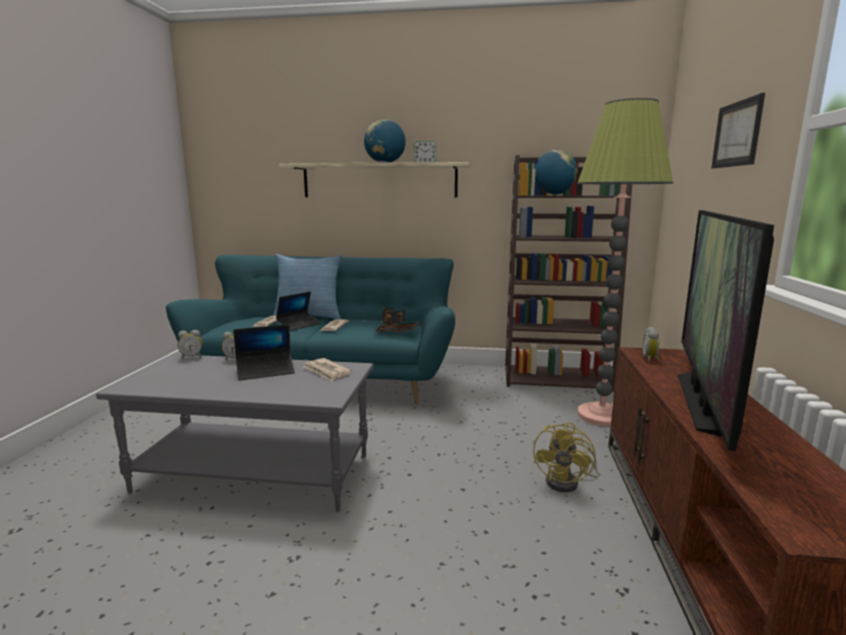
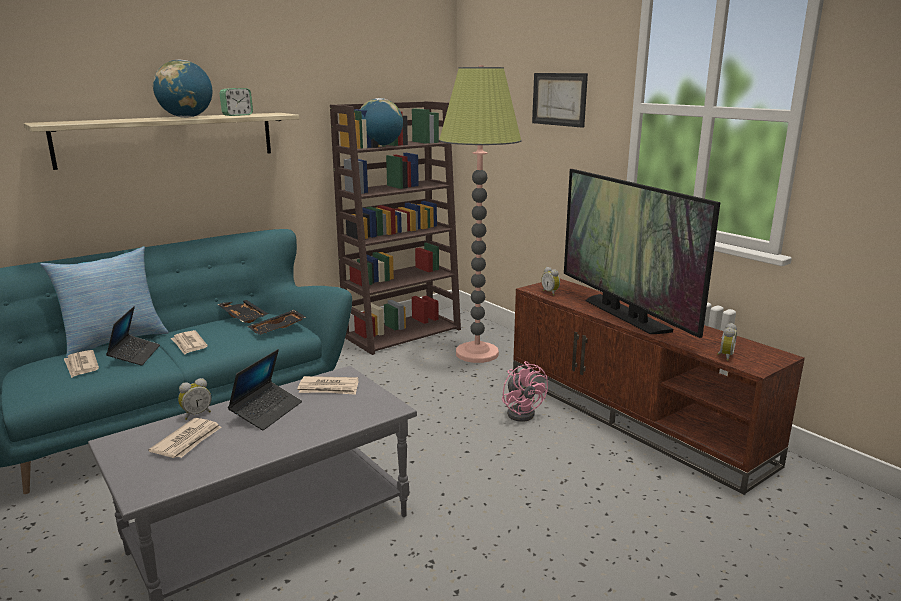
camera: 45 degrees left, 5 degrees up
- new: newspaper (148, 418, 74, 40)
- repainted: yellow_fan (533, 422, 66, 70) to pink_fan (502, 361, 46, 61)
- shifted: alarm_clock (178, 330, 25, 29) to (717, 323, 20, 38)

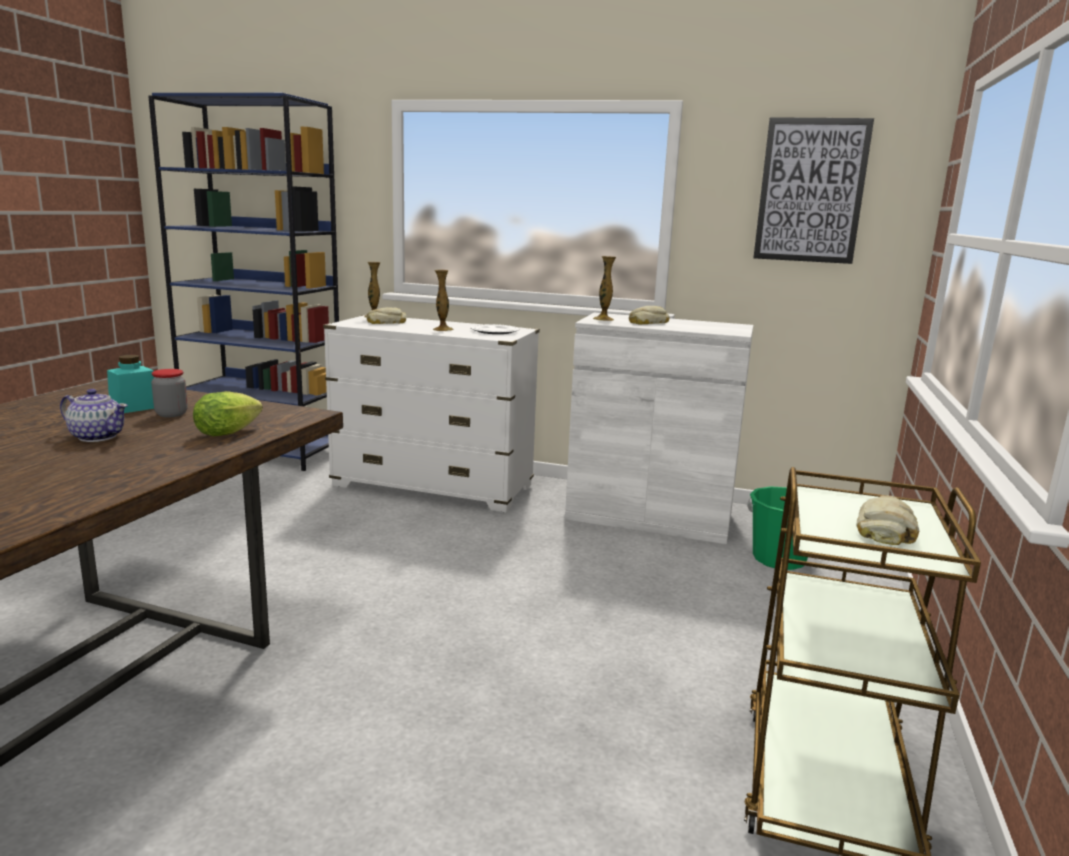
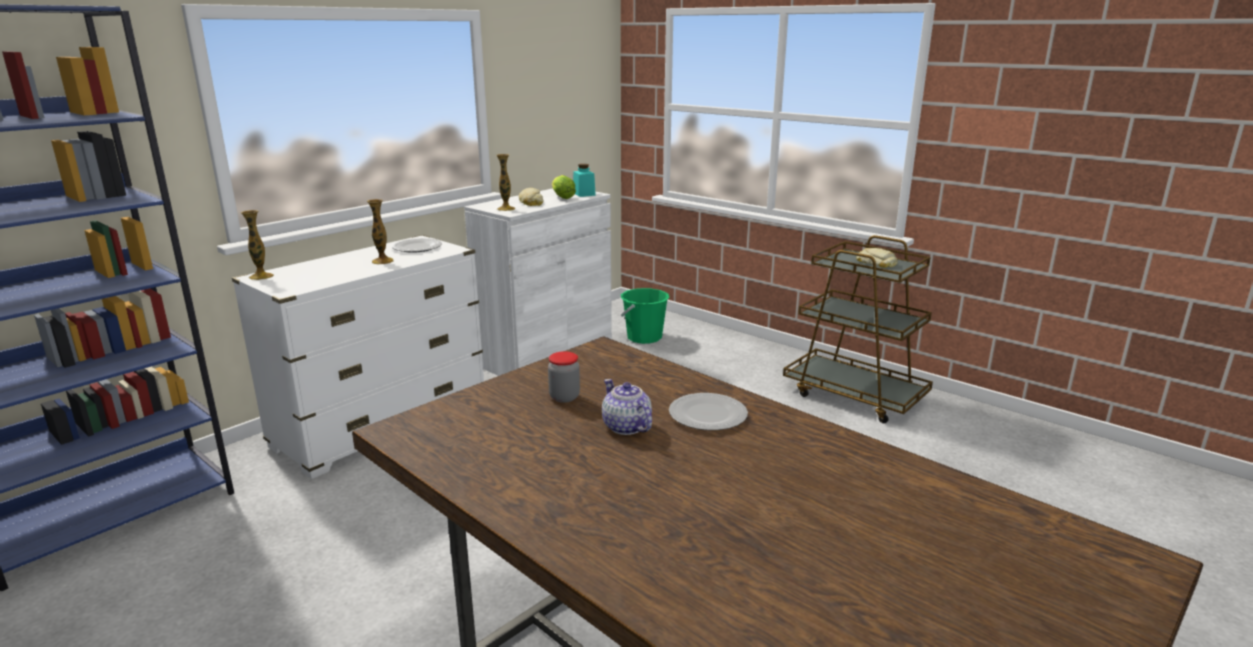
camera: 65 degrees left, 5 degrees up
- shifted: lettuce (193, 391, 70, 45) to (552, 175, 24, 24)
- shifted: turquoise_jar (107, 355, 47, 58) to (573, 164, 23, 33)
- rotated: teapot (60, 389, 68, 53) = (602, 379, 50, 56) 75 degrees counterclockwise
- new: plate (669, 393, 79, 37)
- gone: bread (366, 307, 40, 17)
- gone: picture (754, 117, 120, 147)

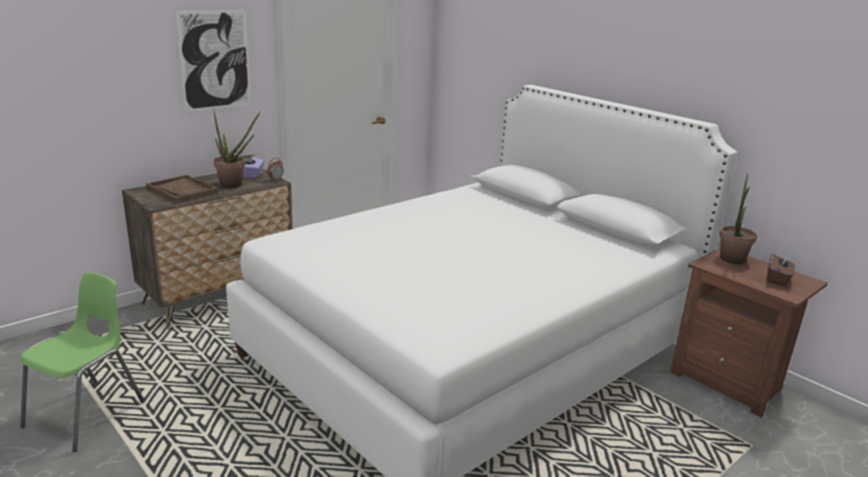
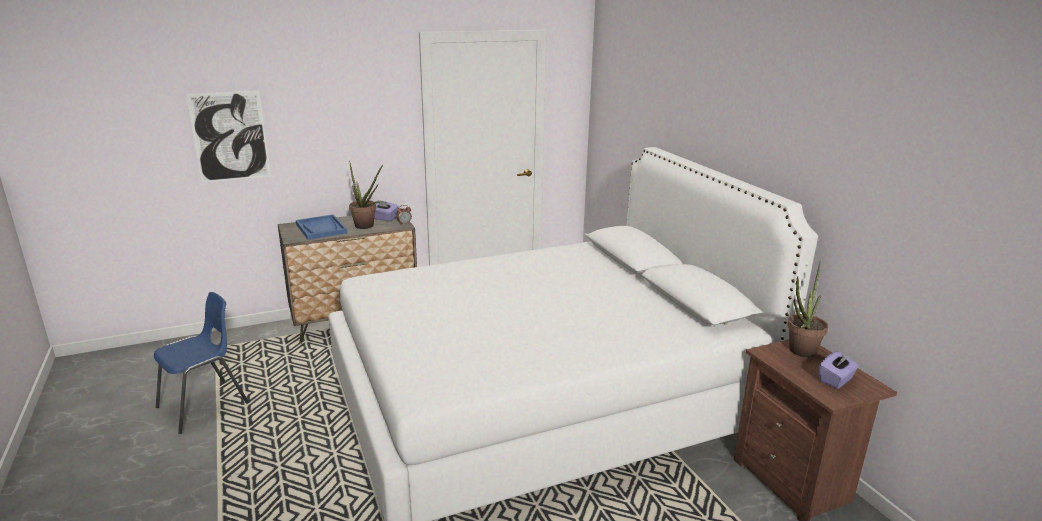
camera: 20 degrees right, 0 degrees up
- repainted: green_chair (20, 272, 125, 180) to blue_chair (154, 292, 95, 142)
- shifted: picture (175, 10, 76, 102) to (186, 90, 85, 93)
- repainted: brown_tray (146, 175, 72, 29) to blue_tray (296, 214, 51, 26)
- repainted: brown_tissue_box (767, 253, 28, 33) to purple_tissue_box (819, 352, 40, 37)

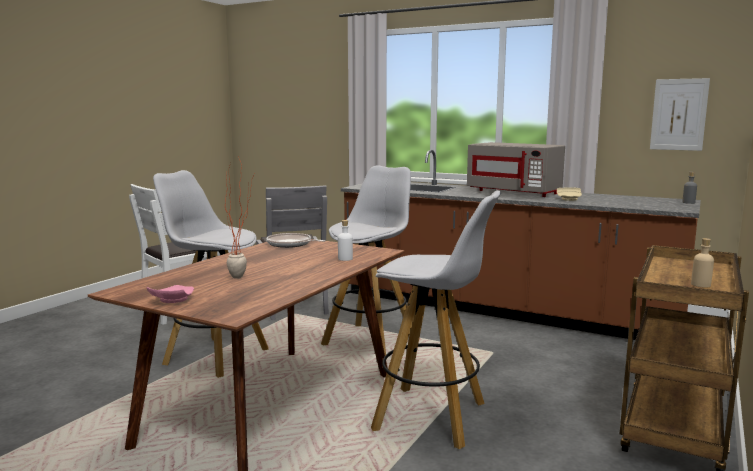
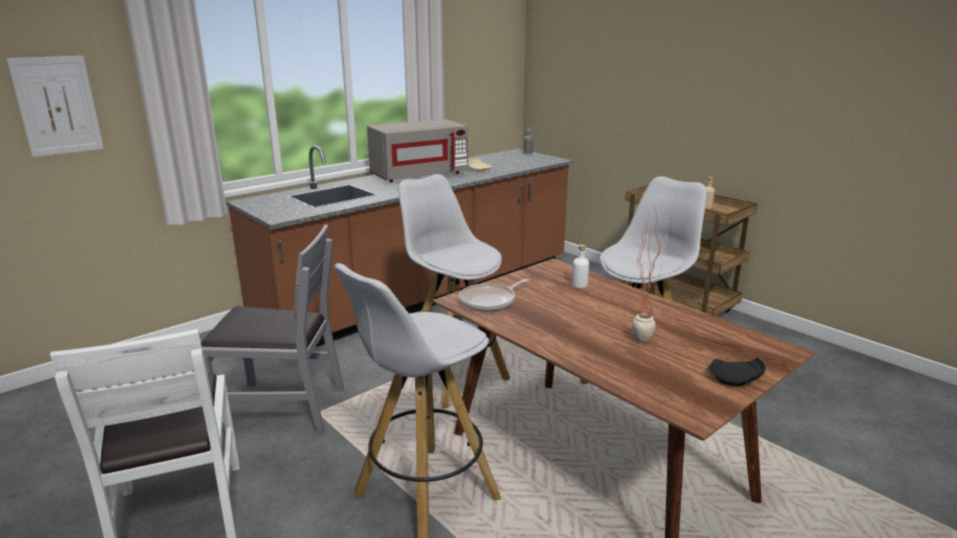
camera: 70 degrees left, 10 degrees up
- shifted: picture (650, 78, 60, 73) to (6, 56, 98, 101)
- repainted: pink_plate (147, 285, 47, 18) to black_plate (708, 358, 58, 28)

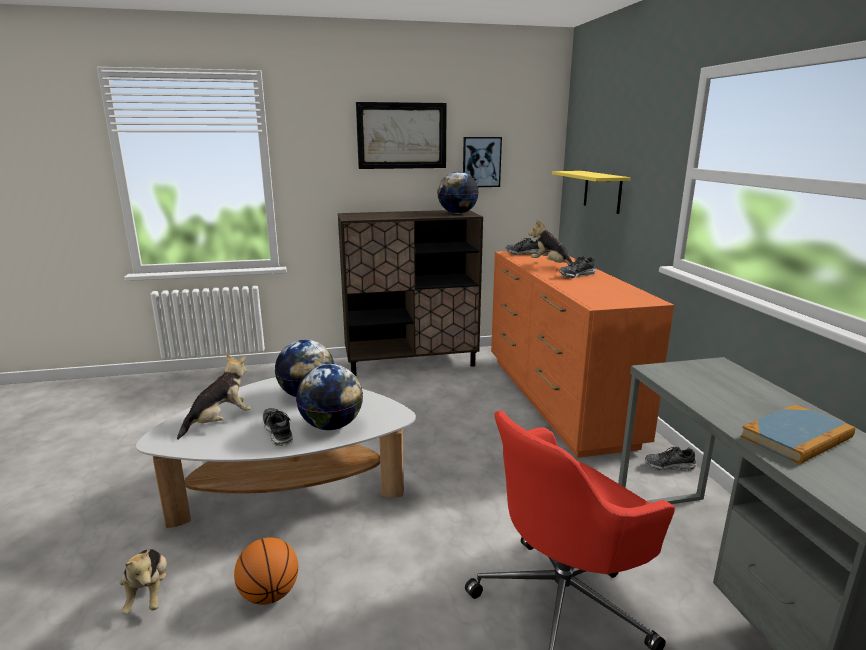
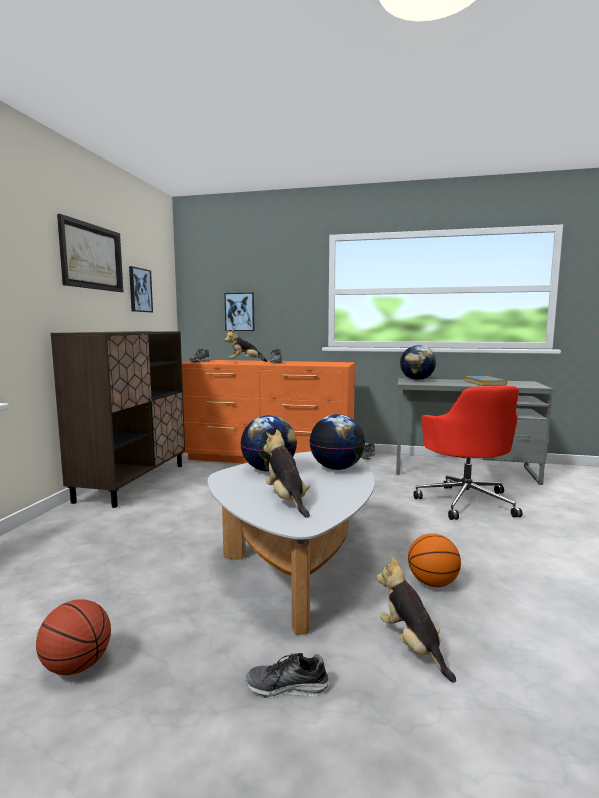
camera: 65 degrees left, 10 degrees down
- new: basketball (36, 599, 75, 76)
- swapped: yellow_shelf (552, 171, 78, 43) to picture (224, 293, 31, 38)
- shifted: shoe (263, 408, 30, 38) to (245, 653, 84, 45)
- rotated: plush_toy (120, 547, 47, 68) = (376, 556, 80, 127) 120 degrees counterclockwise
- shifted: globe (437, 172, 42, 42) to (400, 345, 36, 35)

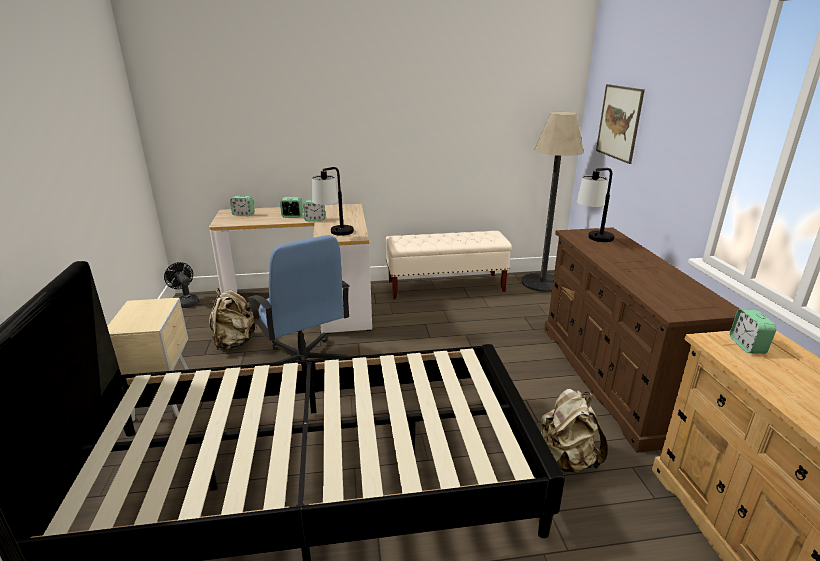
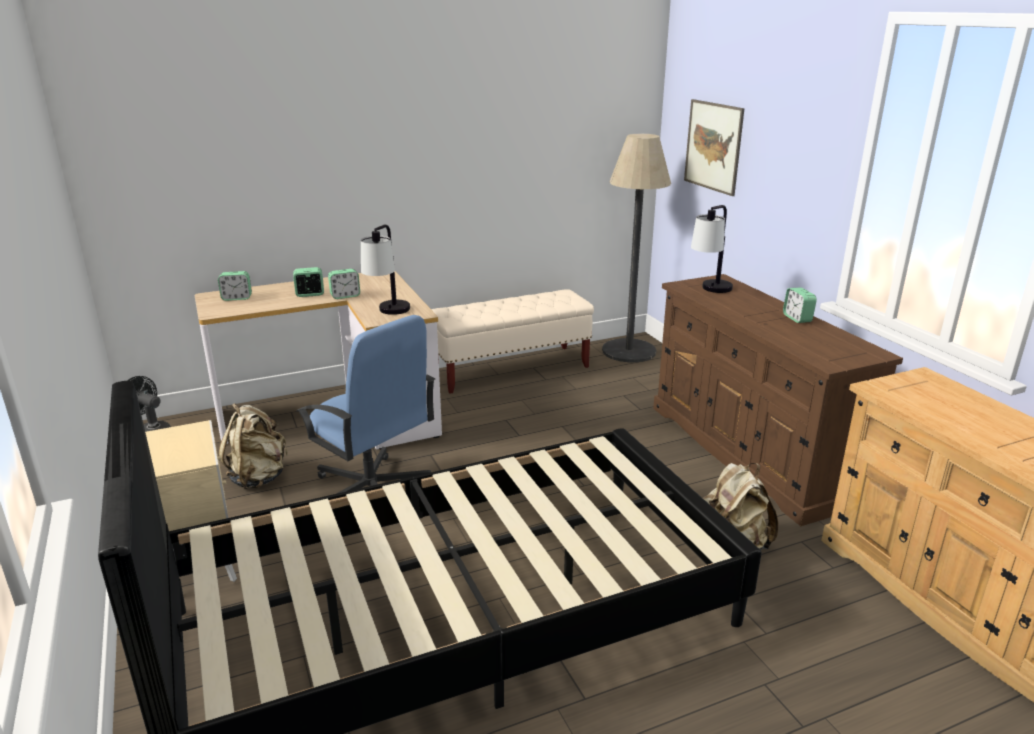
camera: 15 degrees left, 0 degrees up
- shifted: alarm_clock (730, 309, 46, 45) to (783, 288, 34, 35)

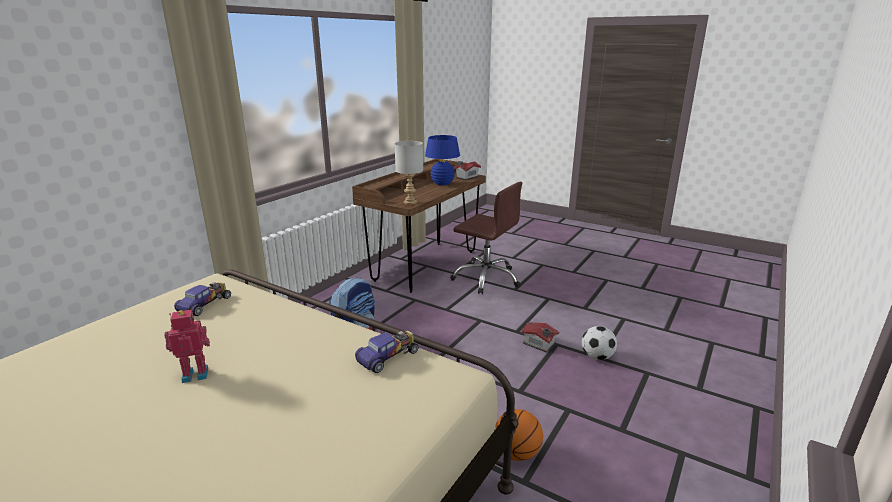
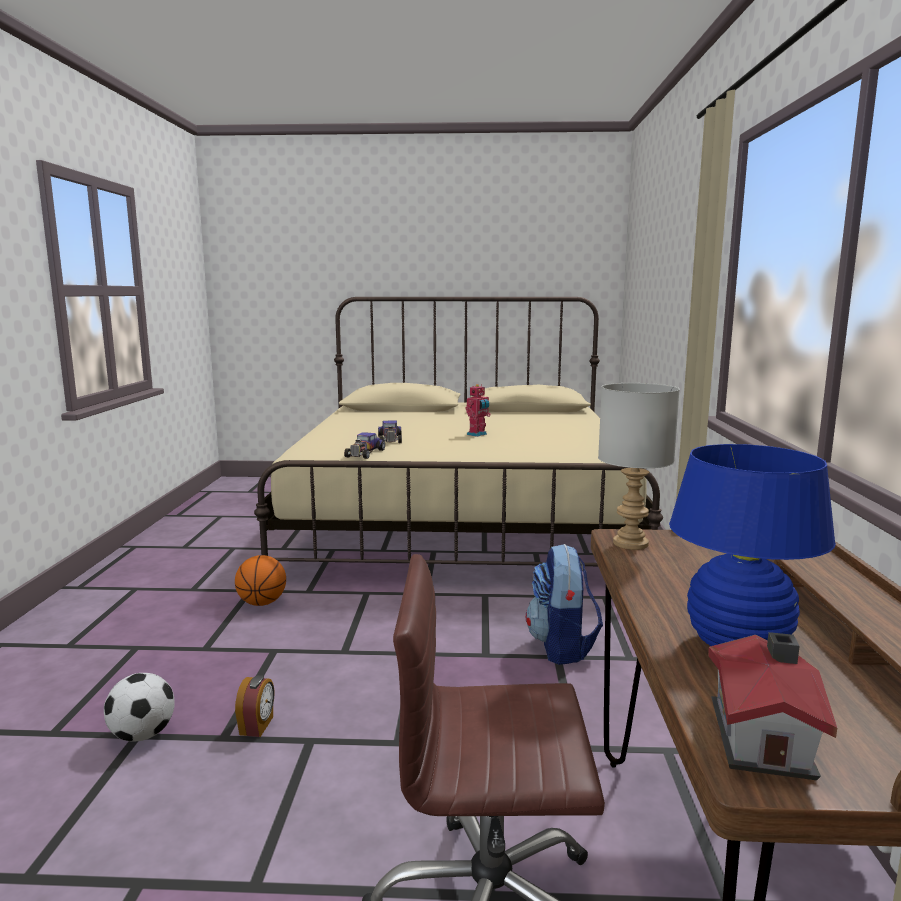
camera: 150 degrees right, 10 degrees down
- swapped: toy_house (521, 322, 38, 31) to alarm_clock (235, 675, 39, 62)
- shifted: toy_car (174, 282, 57, 34) to (378, 420, 24, 23)

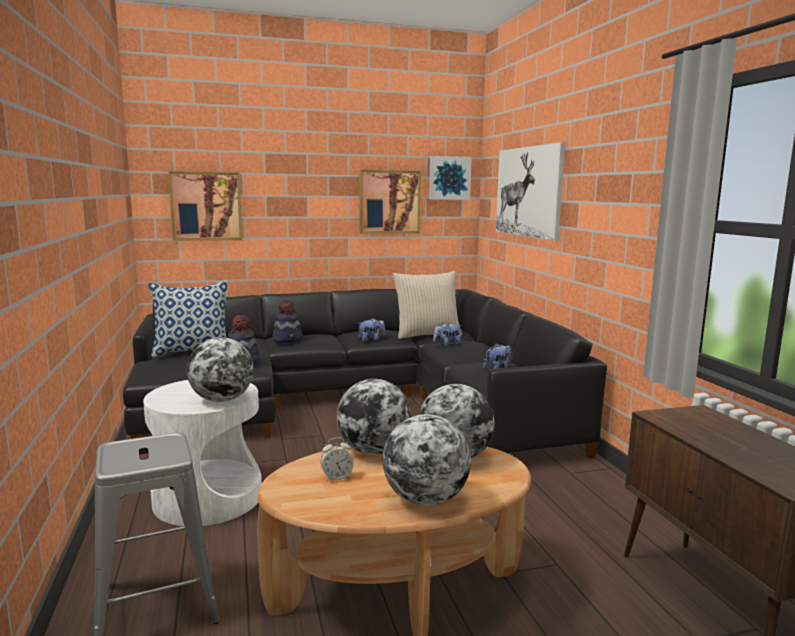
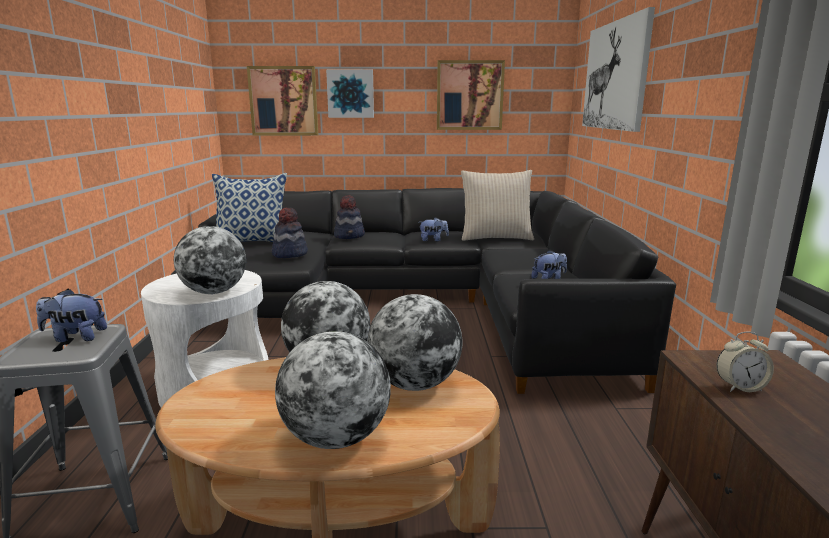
camera: 15 degrees right, 5 degrees up
- shifted: plush_toy (433, 322, 28, 24) to (36, 289, 71, 53)
- shifted: picture (429, 156, 43, 44) to (326, 70, 48, 48)
- shifted: alarm_clock (321, 437, 32, 44) to (717, 332, 57, 60)

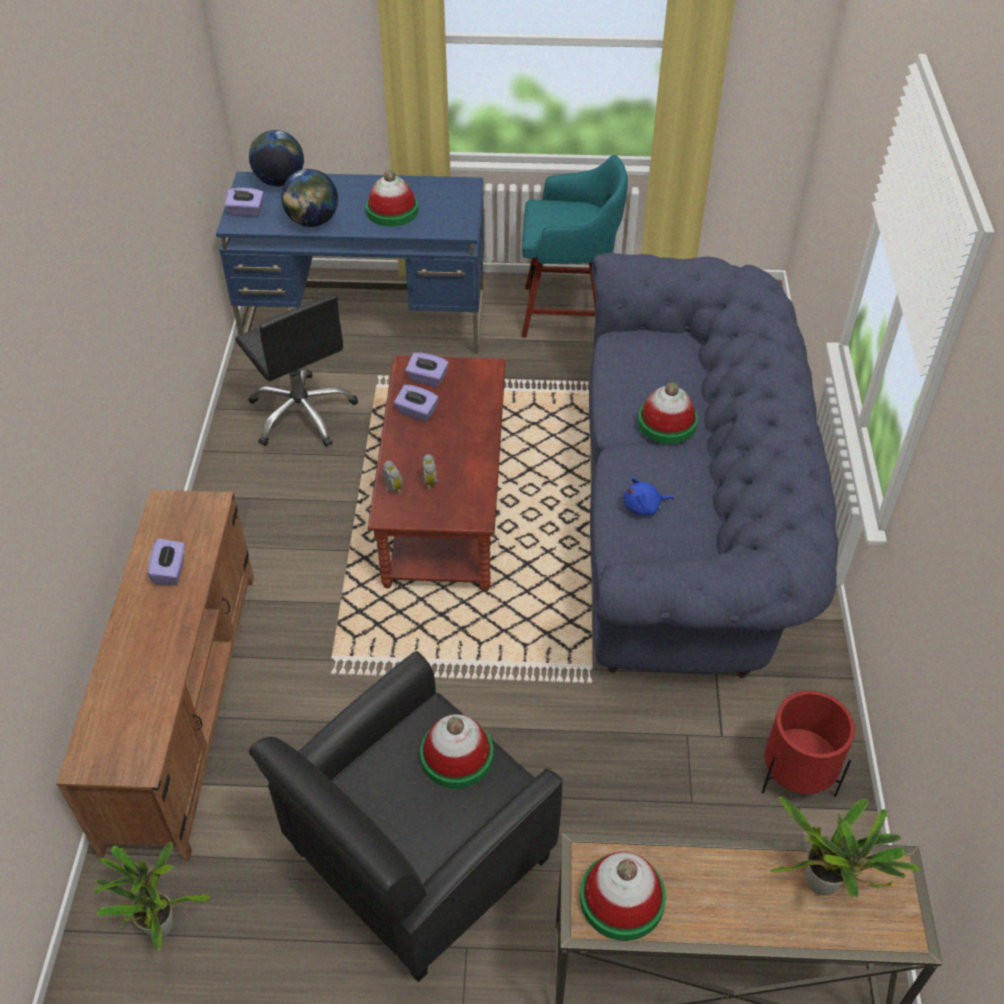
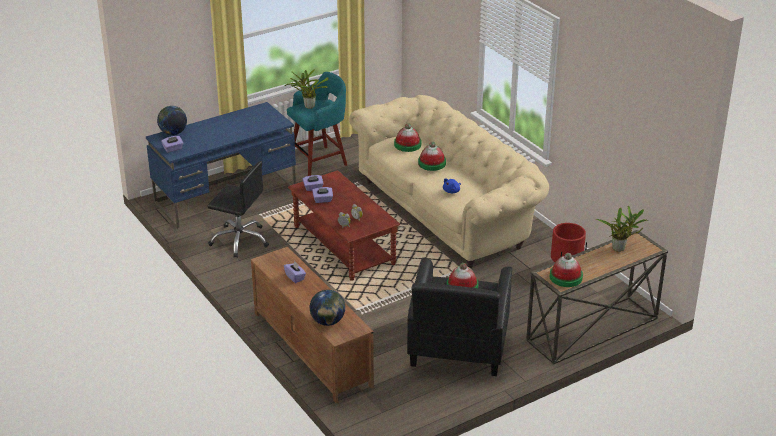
camera: 35 degrees left, 15 degrees down
- shifted: potted_plant (93, 842, 118, 109) to (284, 70, 45, 39)
- shifted: globe (281, 169, 57, 58) to (309, 290, 36, 36)
- repainted: blue_sofa (589, 253, 249, 425) to beige_sofa (349, 95, 200, 173)
- shifted: hat (366, 170, 52, 57) to (394, 123, 27, 29)

